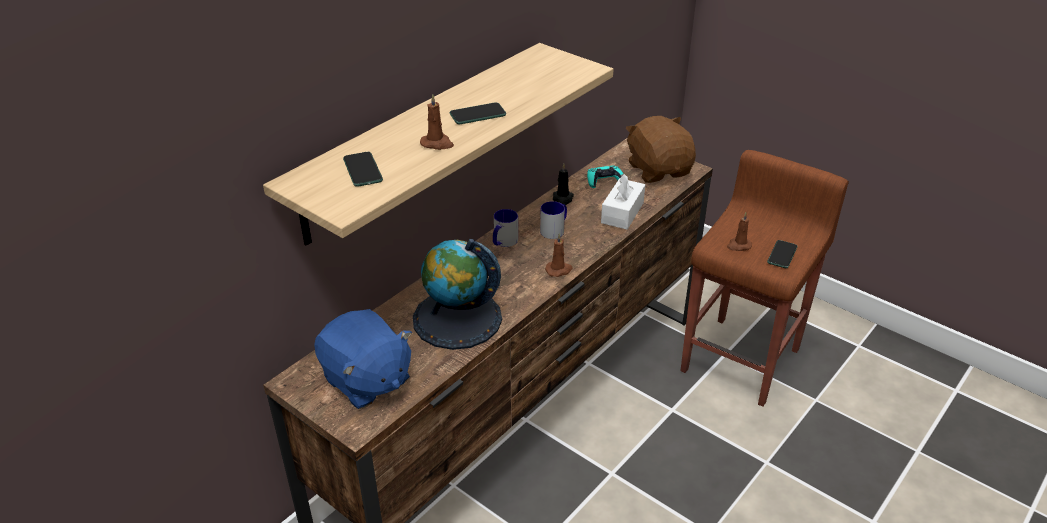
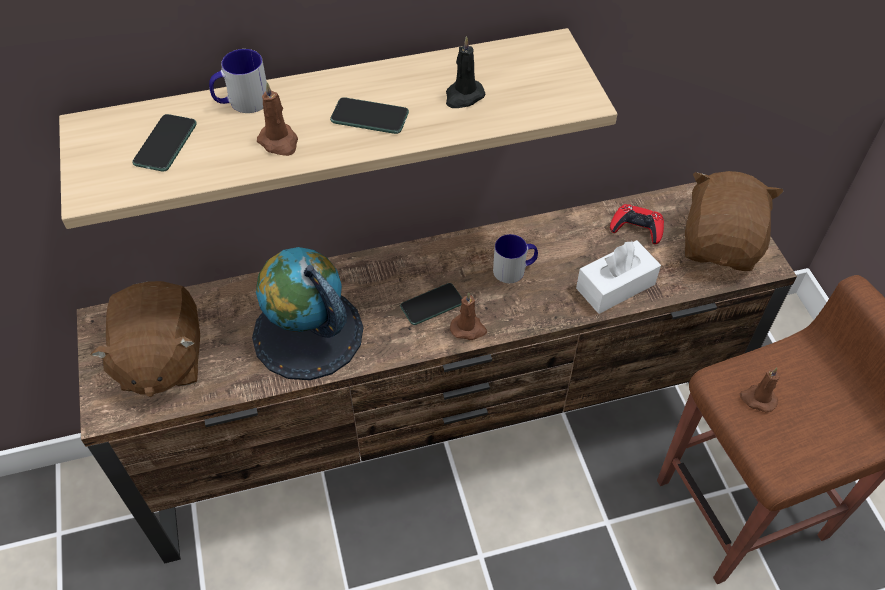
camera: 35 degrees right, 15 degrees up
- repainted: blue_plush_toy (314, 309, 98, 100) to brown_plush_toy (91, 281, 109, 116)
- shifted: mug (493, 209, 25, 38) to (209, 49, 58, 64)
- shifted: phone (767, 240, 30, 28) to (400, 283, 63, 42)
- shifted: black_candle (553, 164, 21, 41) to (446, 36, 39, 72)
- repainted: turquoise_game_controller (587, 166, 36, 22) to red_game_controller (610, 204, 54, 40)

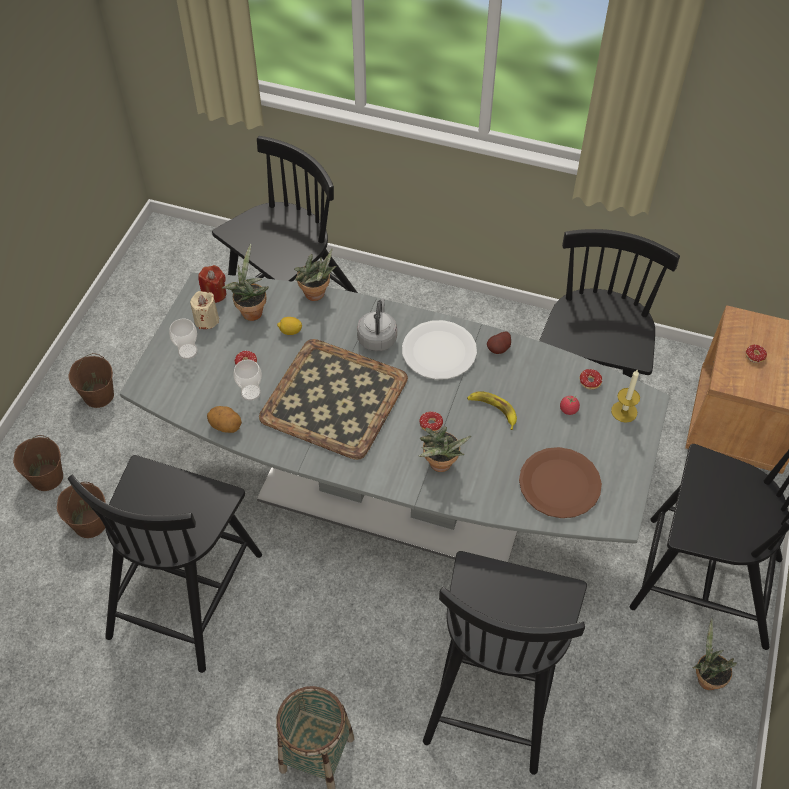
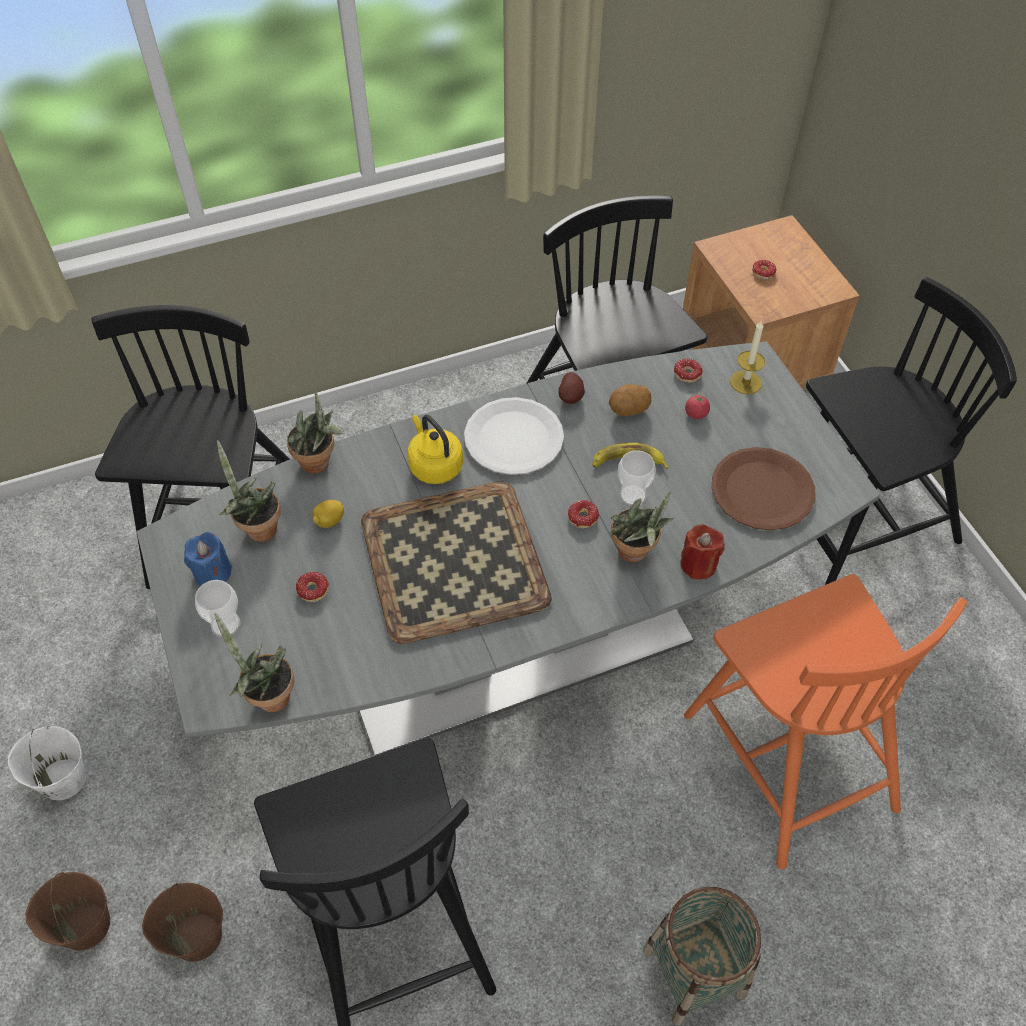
camera: 40 degrees left, 0 degrees up
- repainted: brown_bucket (68, 353, 46, 55) to white_bucket (7, 724, 79, 76)
- repainted: beige_candle (190, 291, 29, 38) to blue_candle (184, 532, 48, 54)
- shifted: potted_plant (692, 618, 45, 72) to (214, 612, 80, 100)
- repainted: grey_kettle (357, 298, 40, 53) to yellow_kettle (407, 415, 56, 69)
- shifted: potato (207, 406, 35, 27) to (609, 384, 42, 32)
- shifted: cup (233, 360, 29, 41) to (618, 450, 38, 56)
- shifted: red_candle (198, 265, 28, 38) to (680, 524, 45, 56)
- repainted: black_chair (423, 551, 164, 224) to orange_chair (684, 574, 283, 296)

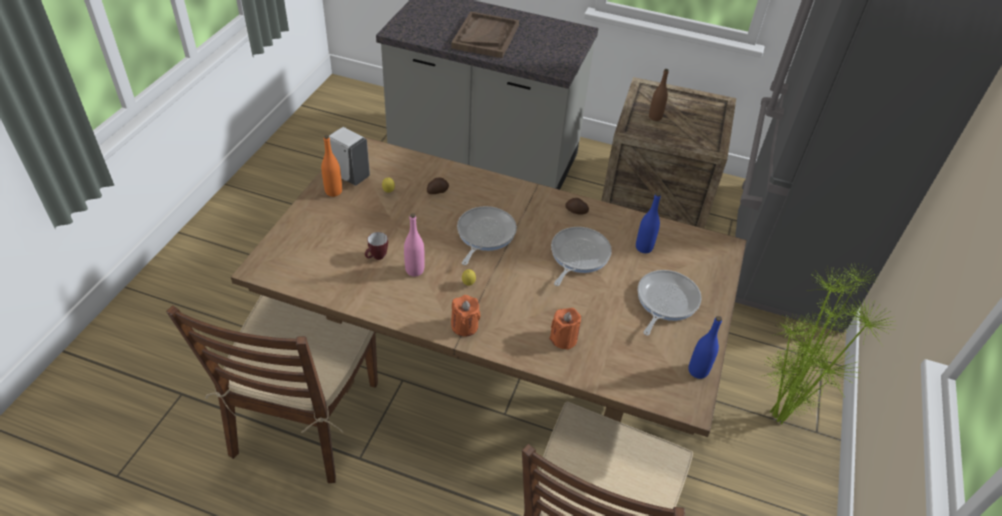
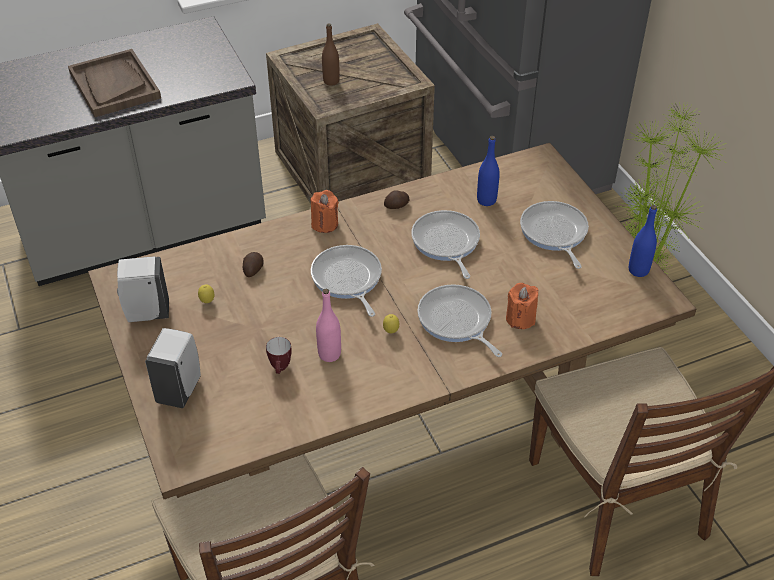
camera: 40 degrees left, 0 degrees up
- new: white_soap_dispenser (145, 328, 56, 80)
- shifted: orange_candle (451, 295, 30, 41) to (310, 190, 29, 43)
- new: frying_pan (418, 284, 84, 73)
- gone: orange_bottle (321, 135, 21, 62)

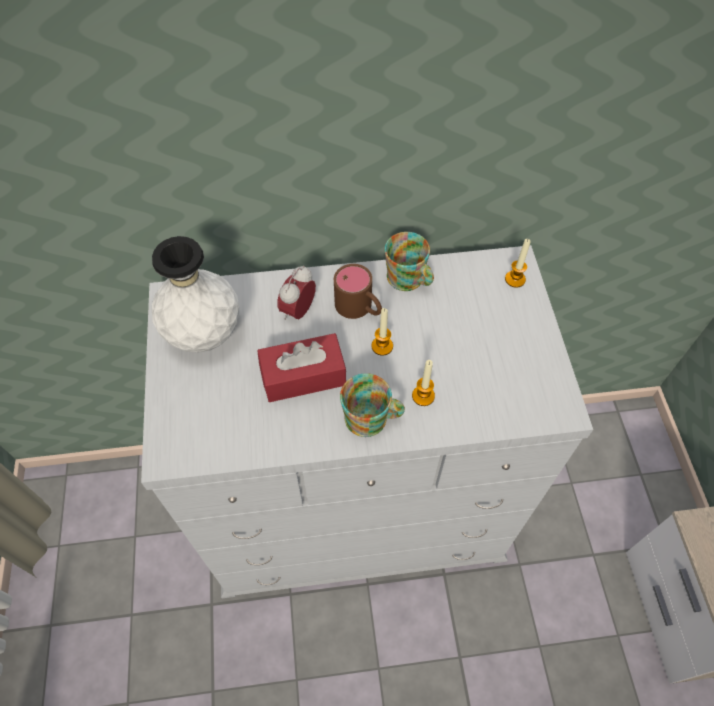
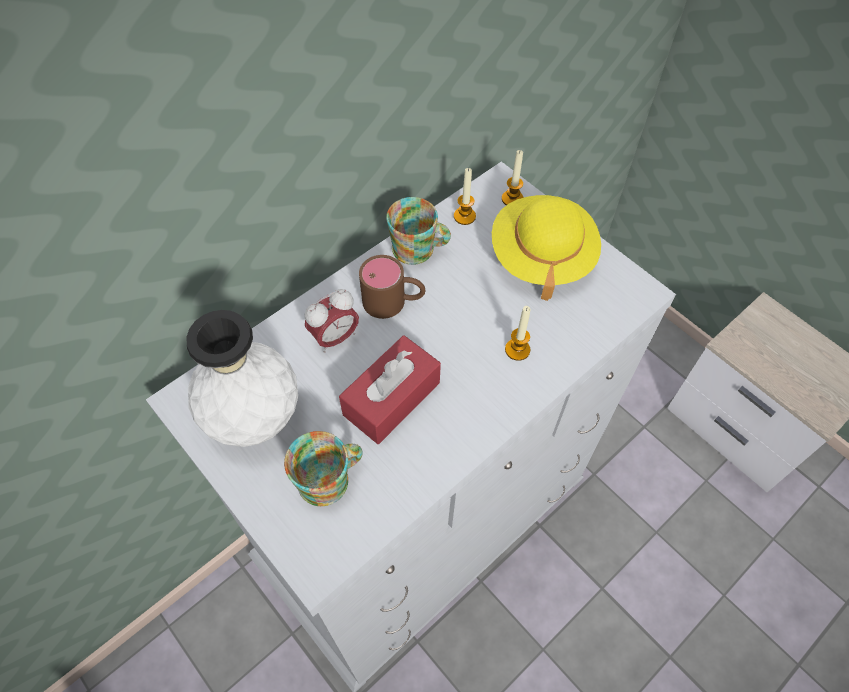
camera: 35 degrees left, 0 degrees up
- shifted: mug (340, 373, 65, 64) to (284, 431, 79, 75)
- rotated: alarm_clock (277, 265, 39, 55) = (305, 289, 54, 64) 120 degrees counterclockwise
- shifted: candle (372, 308, 21, 47) to (454, 168, 22, 57)
- new: yellow_hat (492, 195, 109, 106)

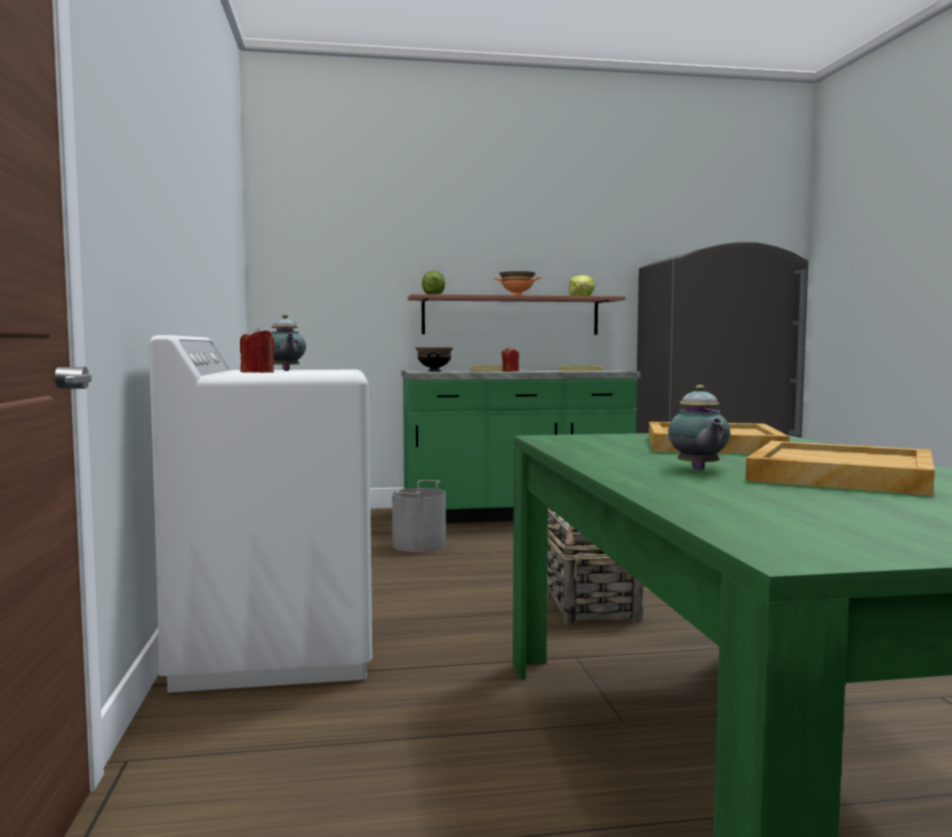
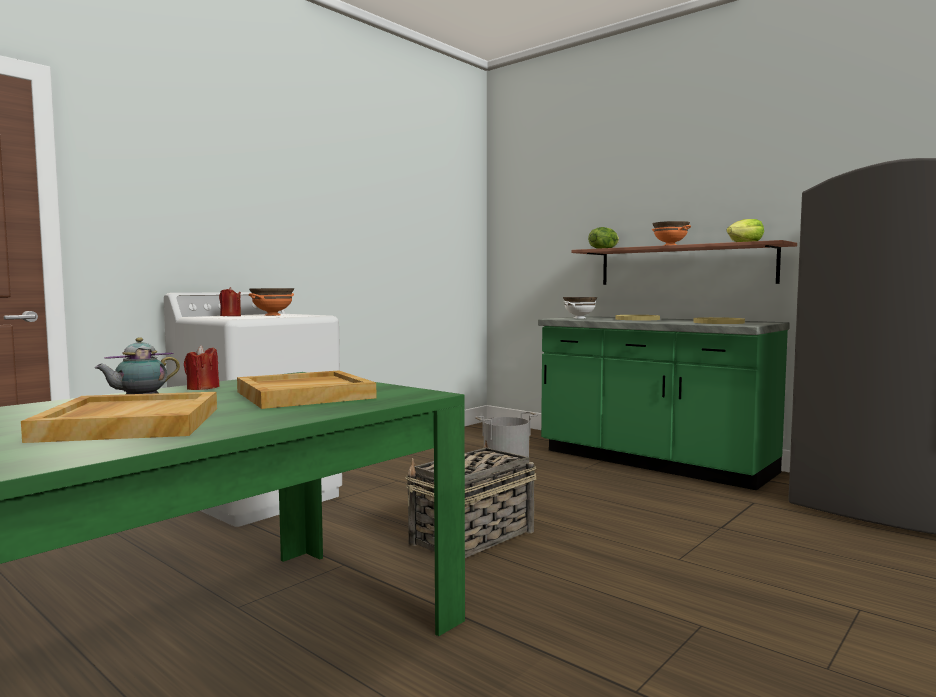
camera: 50 degrees right, 0 degrees up
- shifted: red_candle (502, 346, 17, 26) to (184, 345, 36, 45)
- swapped: teapot (272, 314, 34, 57) to orange_bowl (249, 288, 45, 28)
- repainted: black_bowl (416, 347, 37, 24) to white_bowl (563, 297, 34, 22)

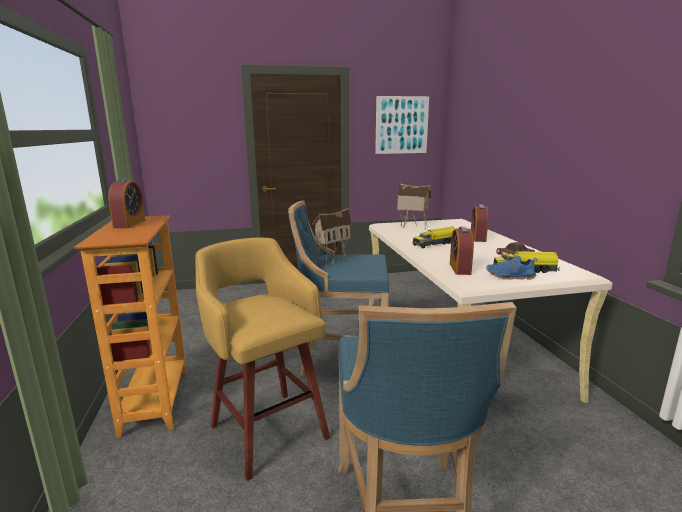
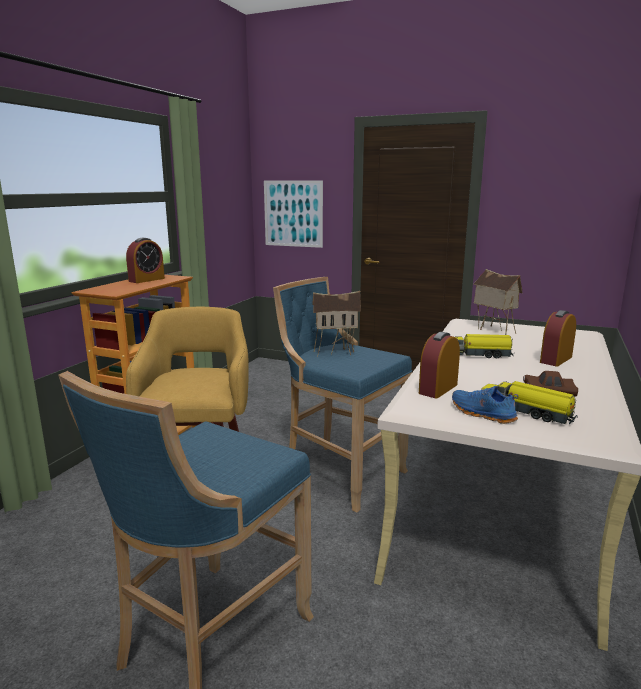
camera: 35 degrees right, 0 degrees up
- shifted: picture (375, 96, 54, 58) to (264, 180, 59, 68)

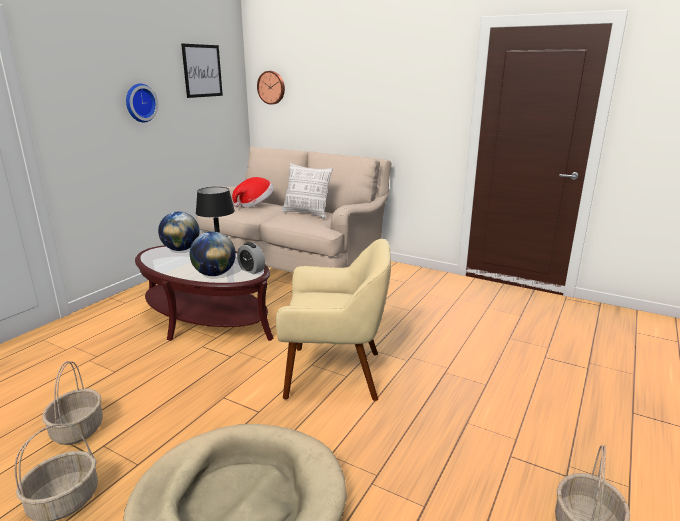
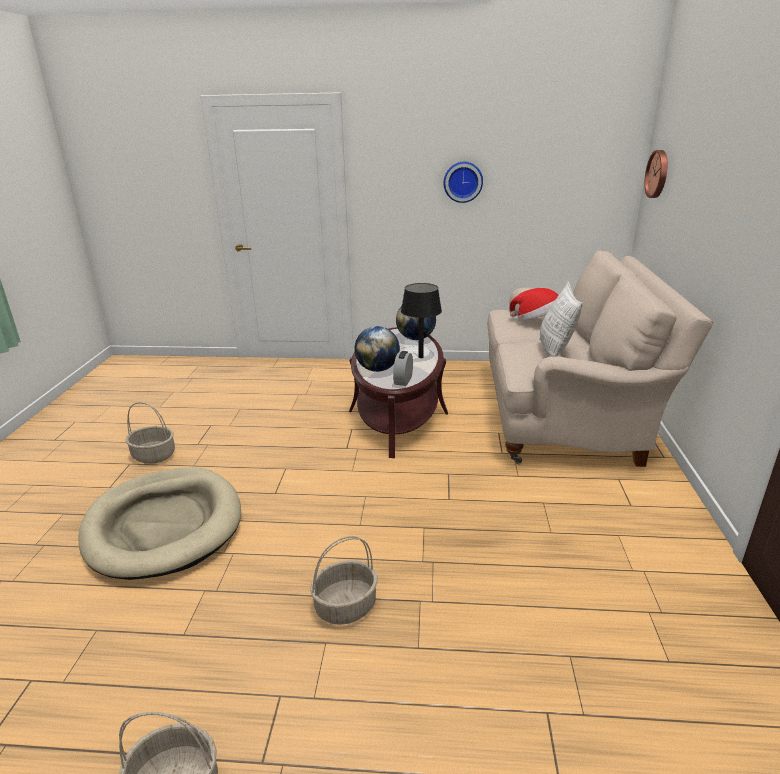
camera: 65 degrees right, 5 degrees up
- shifted: basket (42, 361, 61, 84) to (310, 536, 67, 89)
- gone: picture (181, 44, 42, 54)
- gone: beige_armchair (276, 239, 115, 162)

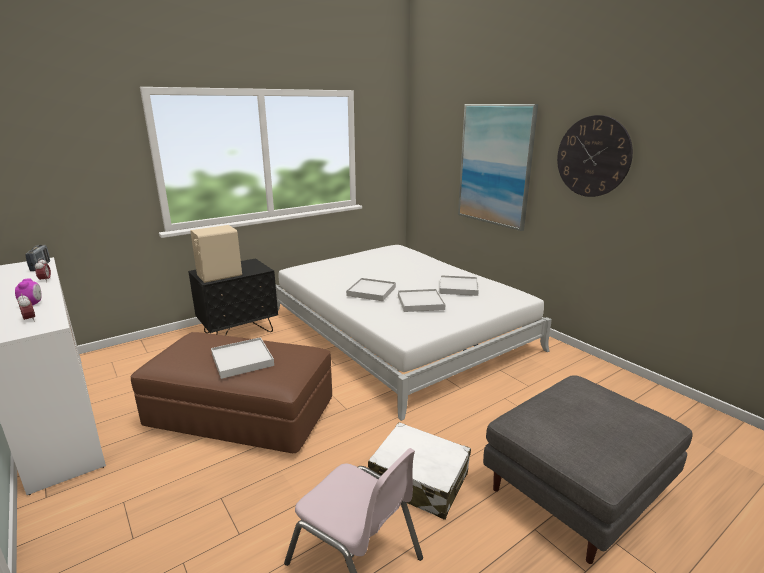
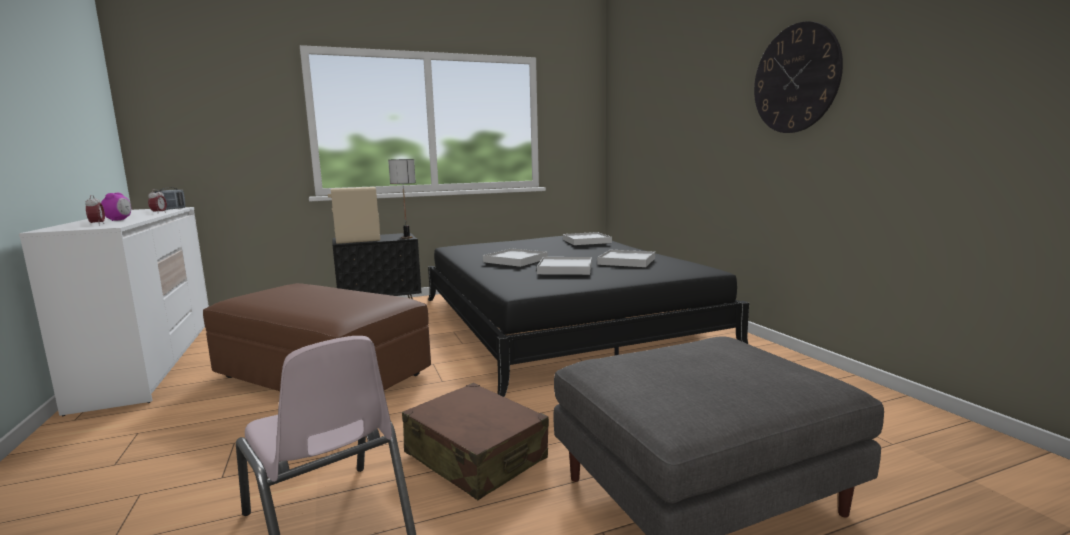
camera: 15 degrees right, 10 degrees down
- new: table_lamp (388, 159, 28, 80)
- repainted: white_suitcase (368, 422, 103, 98) to brown_suitcase (402, 383, 147, 117)
- repainted: white_bed (276, 245, 276, 176) to black_bed (428, 236, 321, 161)
- shifted: white_tray (211, 337, 63, 42) to (563, 232, 49, 13)
- gone: picture (458, 104, 80, 127)

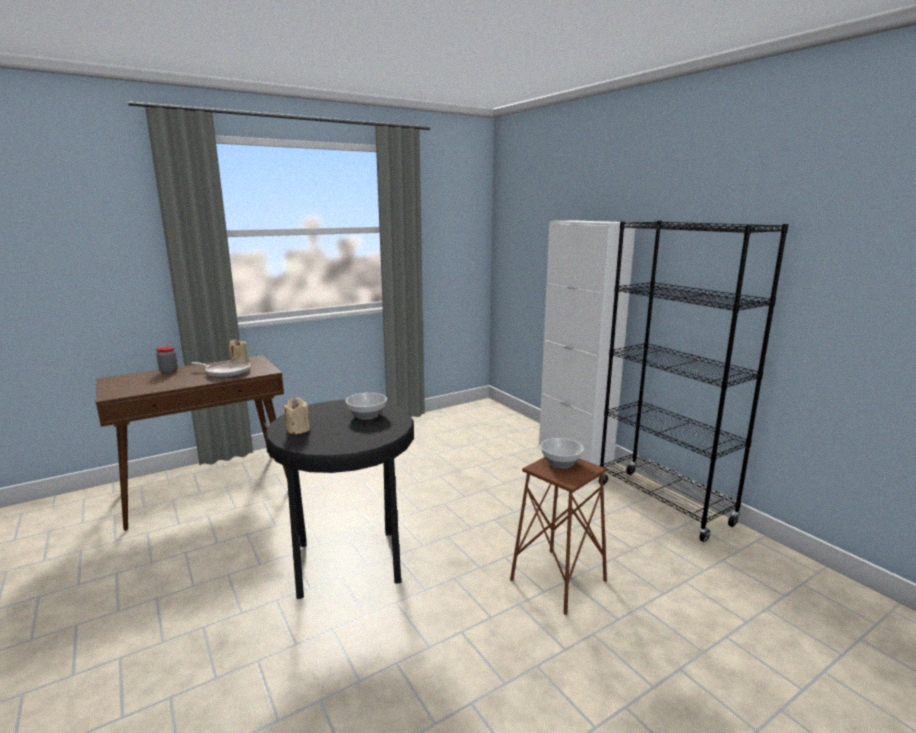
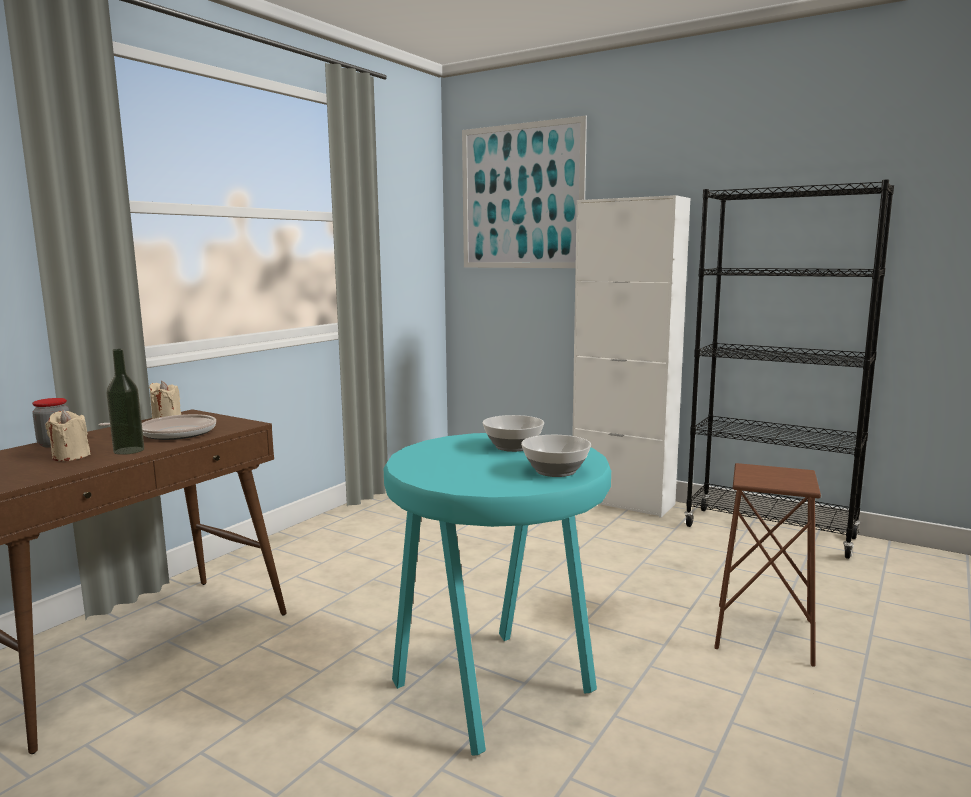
camera: 25 degrees left, 5 degrees down
- shifted: beige_candle (283, 398, 27, 36) to (45, 410, 46, 51)
- new: bottle (107, 349, 37, 106)
- repainted: black_stool (265, 400, 149, 199) to turquoise_stool (384, 433, 227, 323)
- new: picture (462, 116, 125, 152)
- shifted: bowl (540, 438, 44, 30) to (521, 435, 70, 42)

